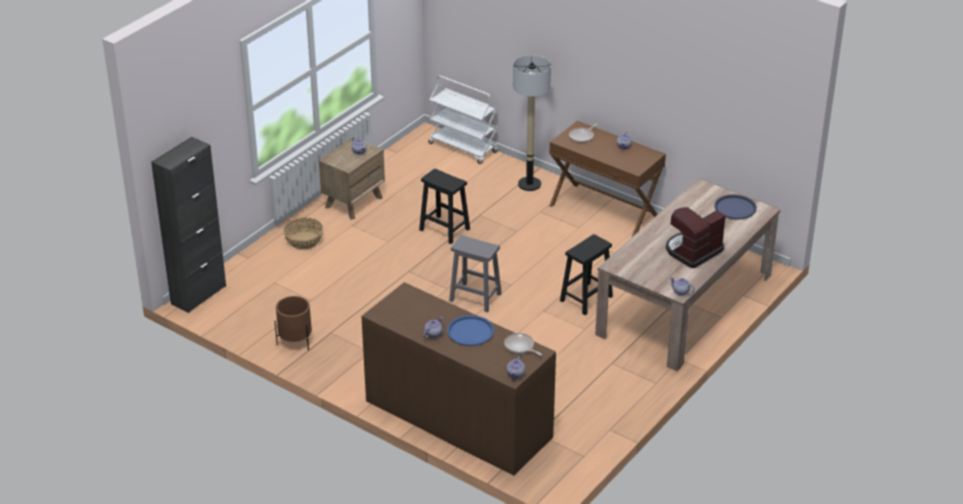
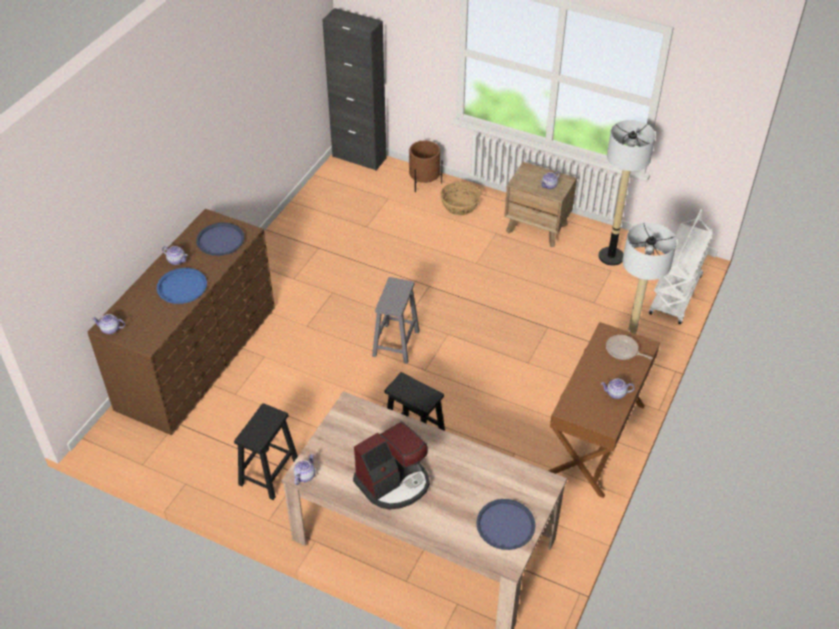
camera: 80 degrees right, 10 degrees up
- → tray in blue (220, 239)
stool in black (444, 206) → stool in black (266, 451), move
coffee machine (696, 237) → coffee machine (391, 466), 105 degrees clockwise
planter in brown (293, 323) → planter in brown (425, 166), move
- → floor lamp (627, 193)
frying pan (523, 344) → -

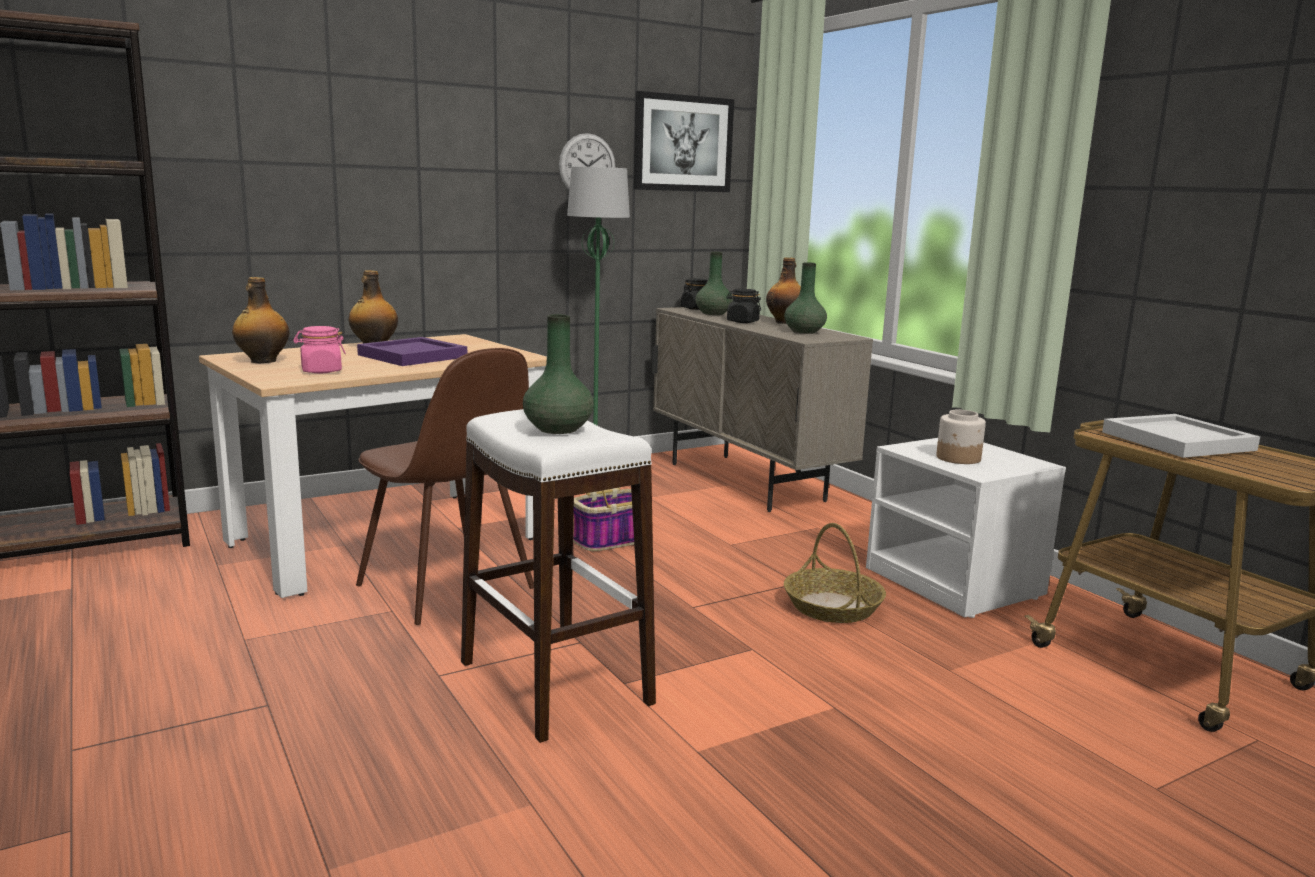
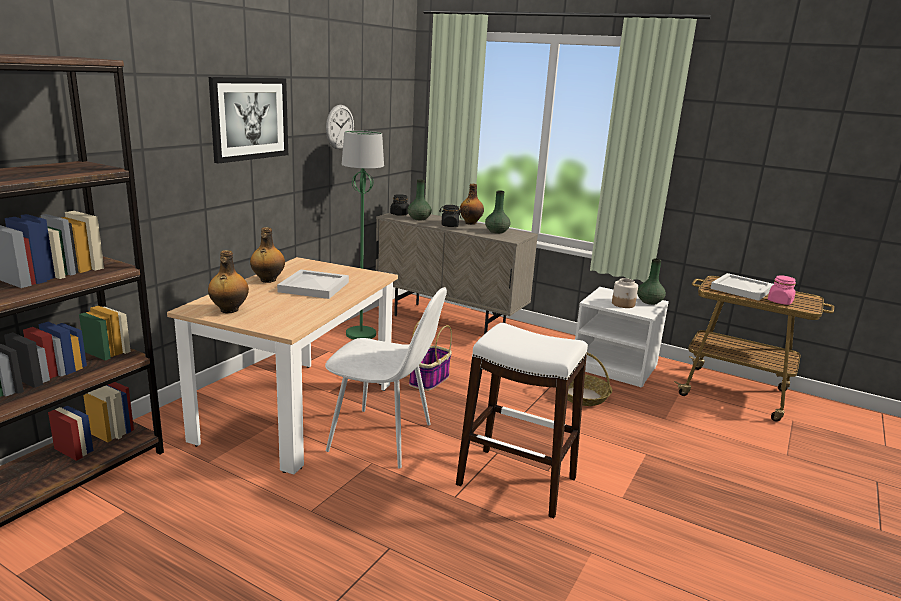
camera: 30 degrees left, 5 degrees up
picture (683, 141) → picture (248, 120), move
tray in purple (412, 351) → tray in white (313, 284)
chair in brown (445, 486) → chair in white (386, 378)
vase in green (558, 374) → vase in green (651, 281), move
jar in pink (319, 349) → jar in pink (782, 290), move

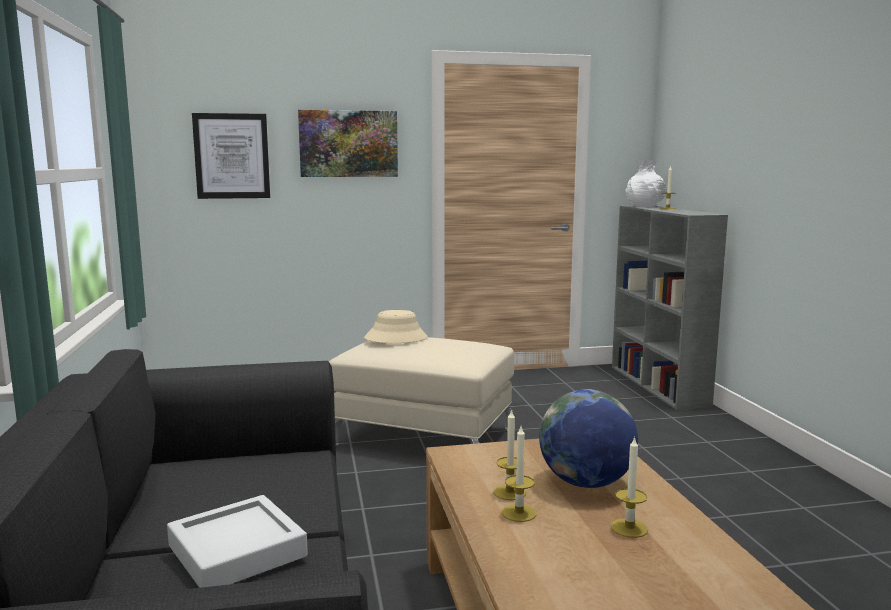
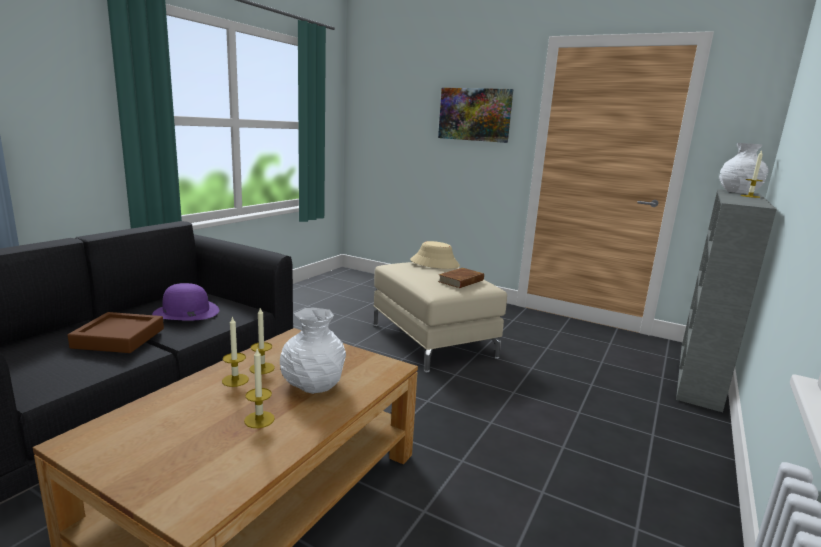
camera: 40 degrees right, 5 degrees up
tray in grey (237, 541) → tray in brown (116, 332)
- → hat in purple (185, 302)
globe (588, 438) → vase in white (313, 351)
- → book in brown (461, 278)
picture (231, 156) → -

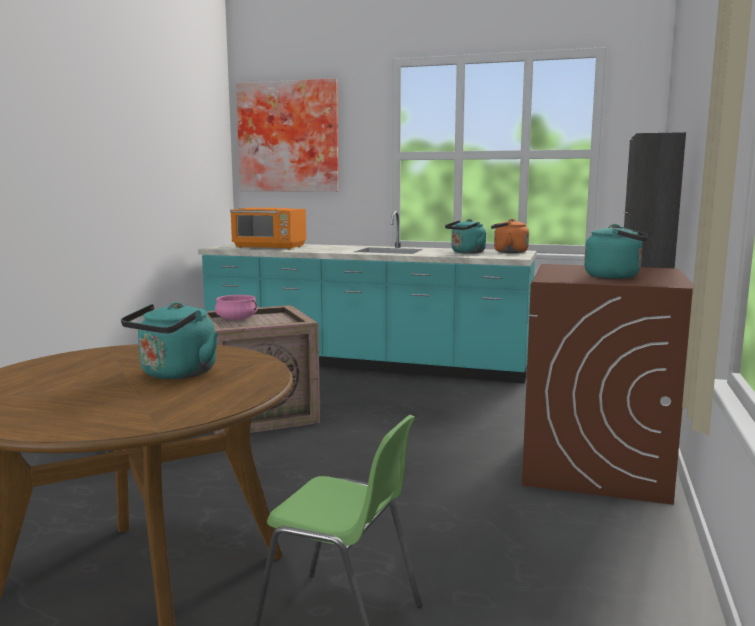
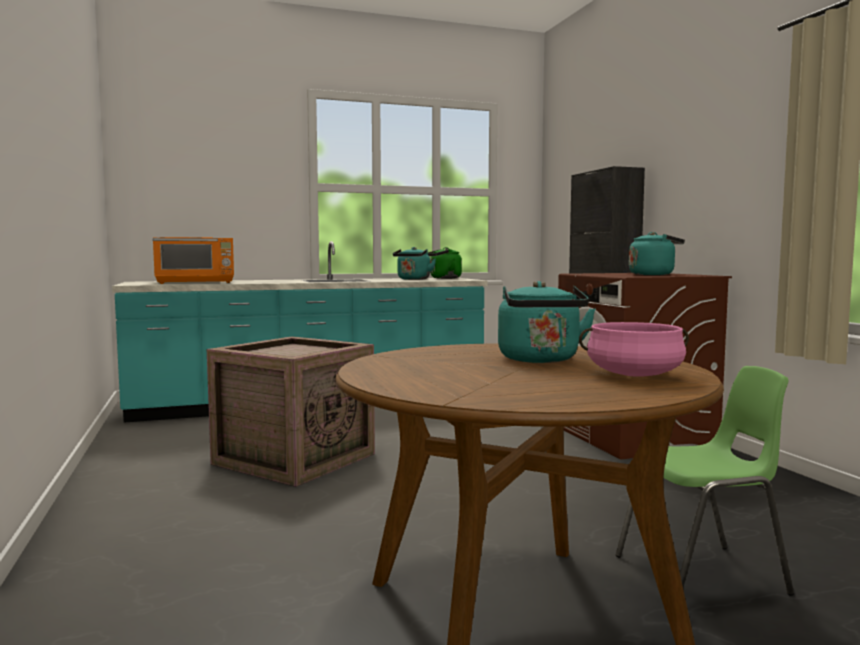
camera: 35 degrees left, 5 degrees down
kettle in orange (510, 236) → kettle in green (444, 263)
cooking pot in pink (236, 307) → cooking pot in pink (634, 349), move
picture (287, 135) → -

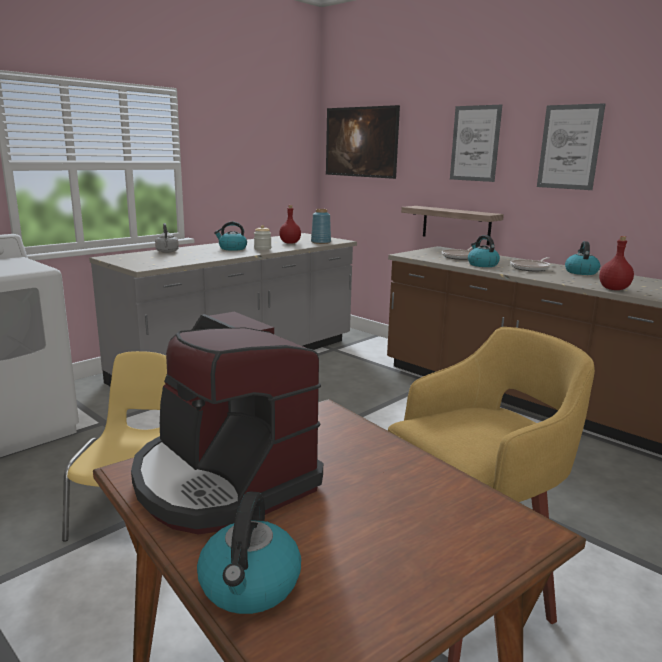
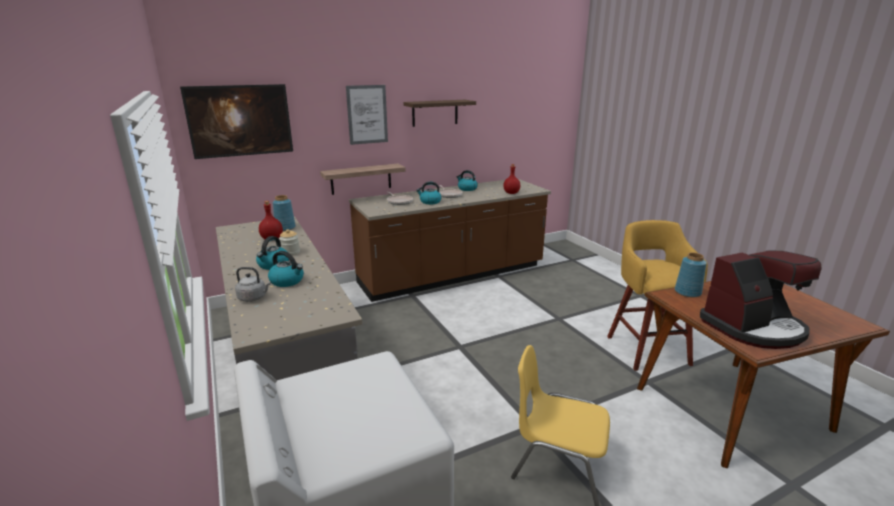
camera: 70 degrees left, 5 degrees up
kettle (249, 552) → kettle (286, 269), move
picture (571, 146) → shelf (440, 113)
- → vase in blue (691, 275)

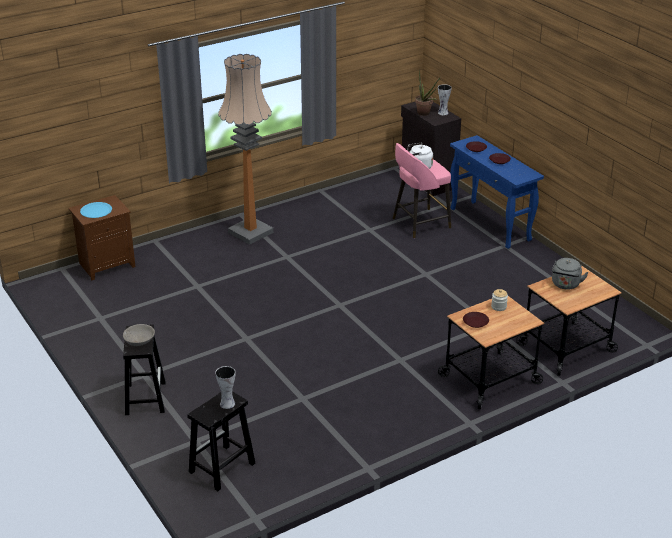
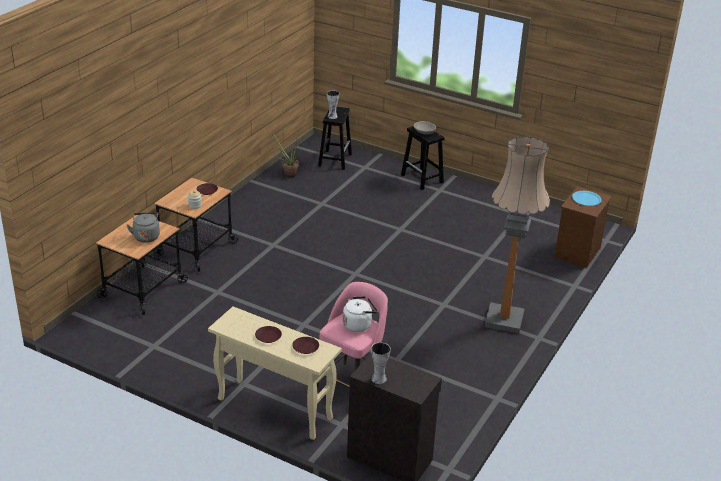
camera: 150 degrees right, 0 degrees up
console table in blue (497, 192) → console table in beige (275, 373)
potted plant (428, 92) → potted plant (285, 155), move

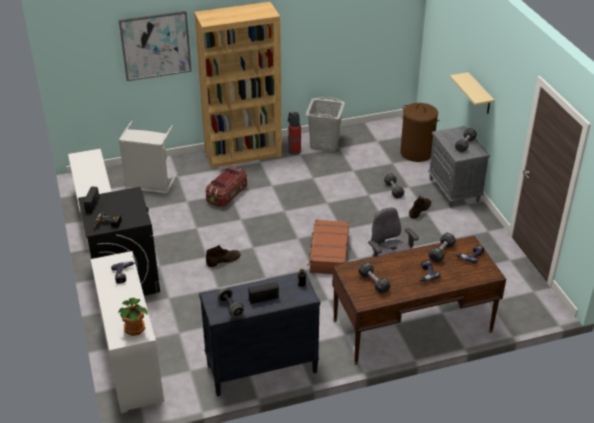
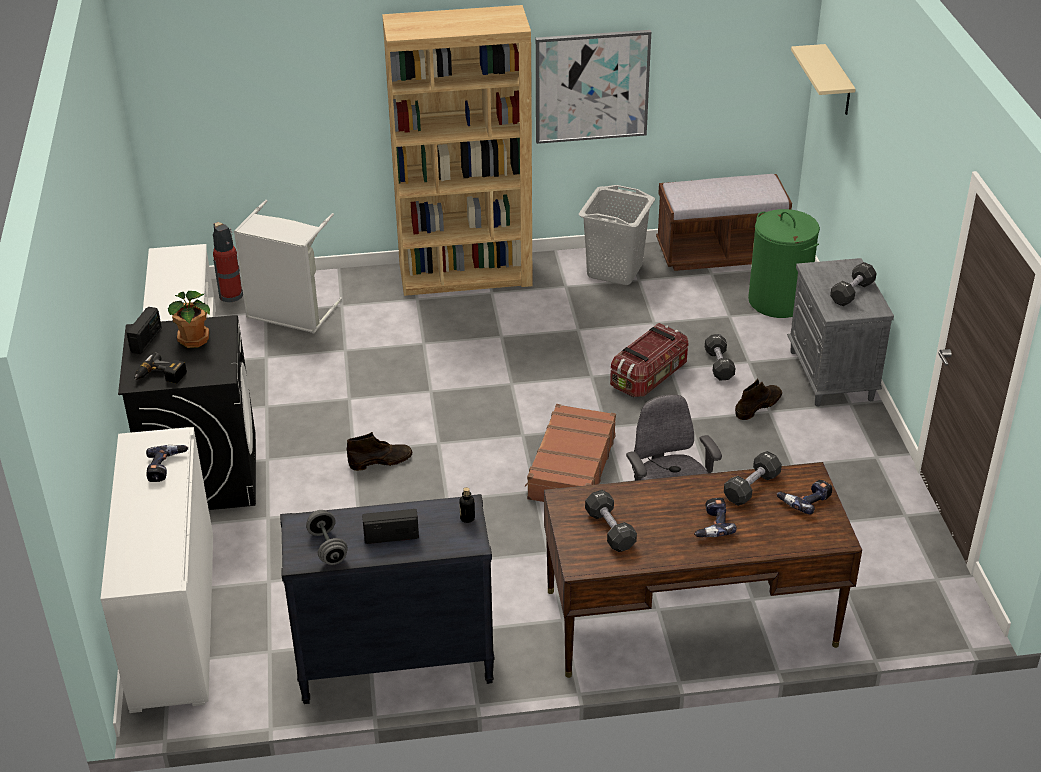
camera: 10 degrees right, 0 degrees up
potted plant (133, 317) → potted plant (189, 319), move
fire extinguisher (294, 133) → fire extinguisher (228, 262), move
picture (155, 46) → picture (593, 87), move
storage box (226, 186) → storage box (649, 360), move
- → bench in brown (724, 222)
laundry basket in brown (419, 132) → laundry basket in green (784, 263)
shelf in beige (472, 93) → shelf in beige (823, 79), move

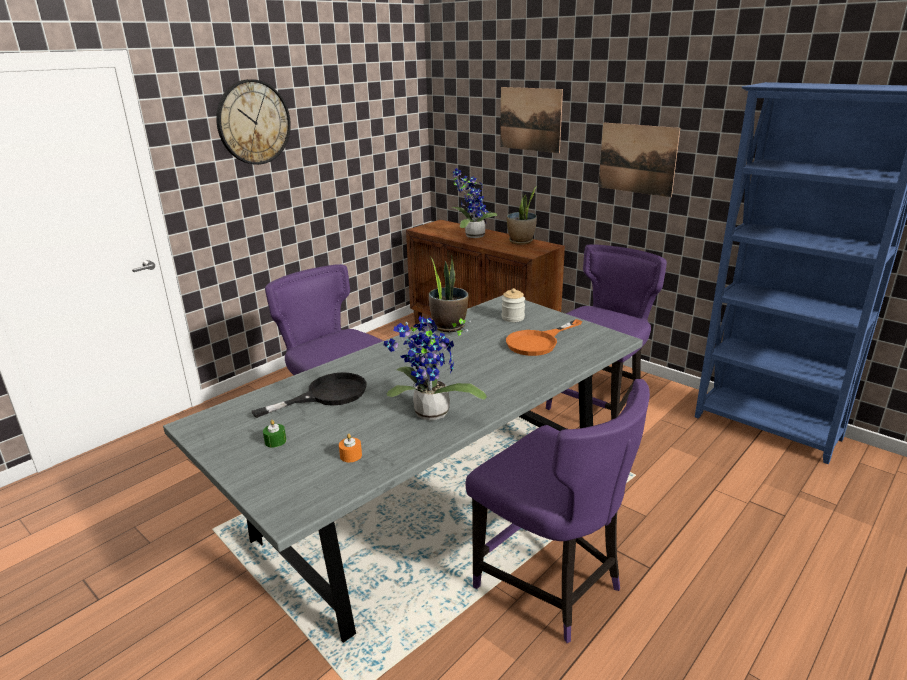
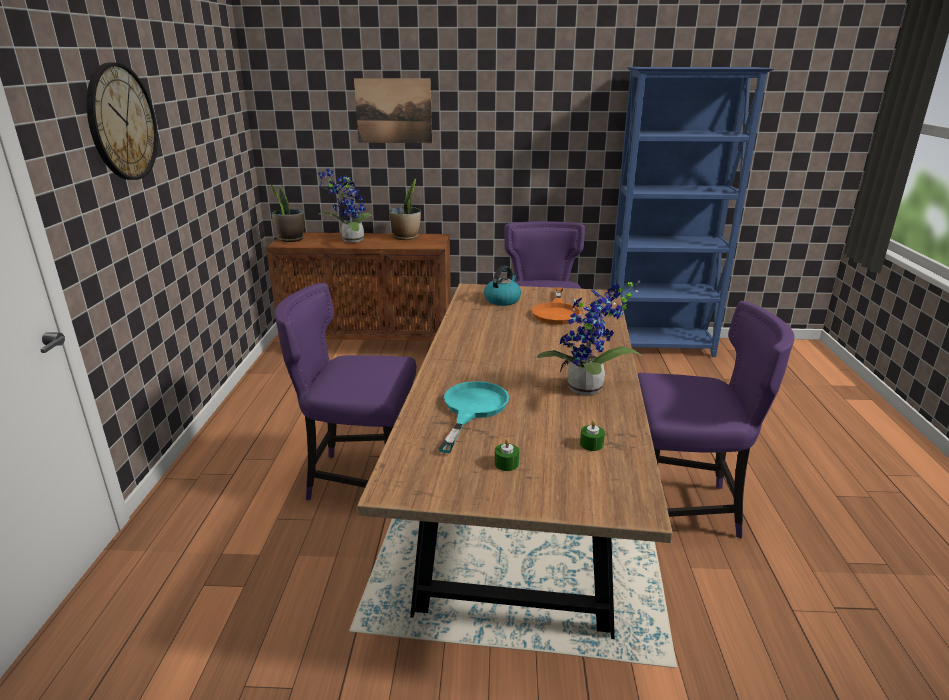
camera: 40 degrees left, 0 degrees up
potted plant (448, 293) → potted plant (287, 212), move
dining table in grey (403, 469) → dining table in brown (515, 461)
frying pan in black (309, 395) → frying pan in turquoise (473, 417)
jar (513, 305) → kettle (502, 286)
candle in orange (350, 447) → candle in green (592, 435)
picture (639, 160) → -

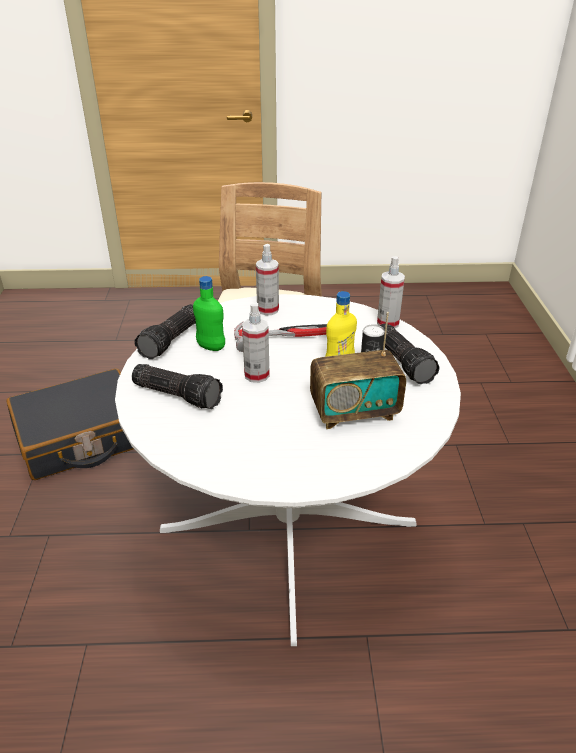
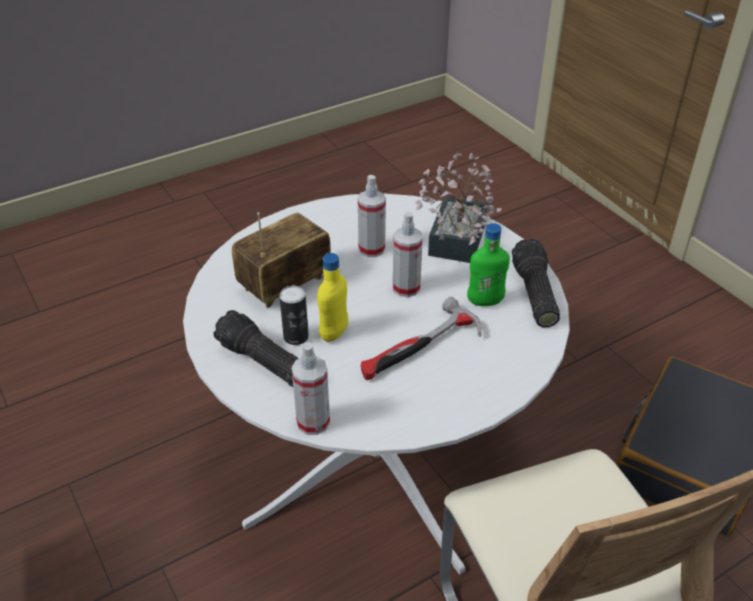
camera: 150 degrees right, 5 degrees up
spray bottle (267, 279) → spray bottle (372, 216), move
flashlight (177, 386) → potted plant (458, 208)

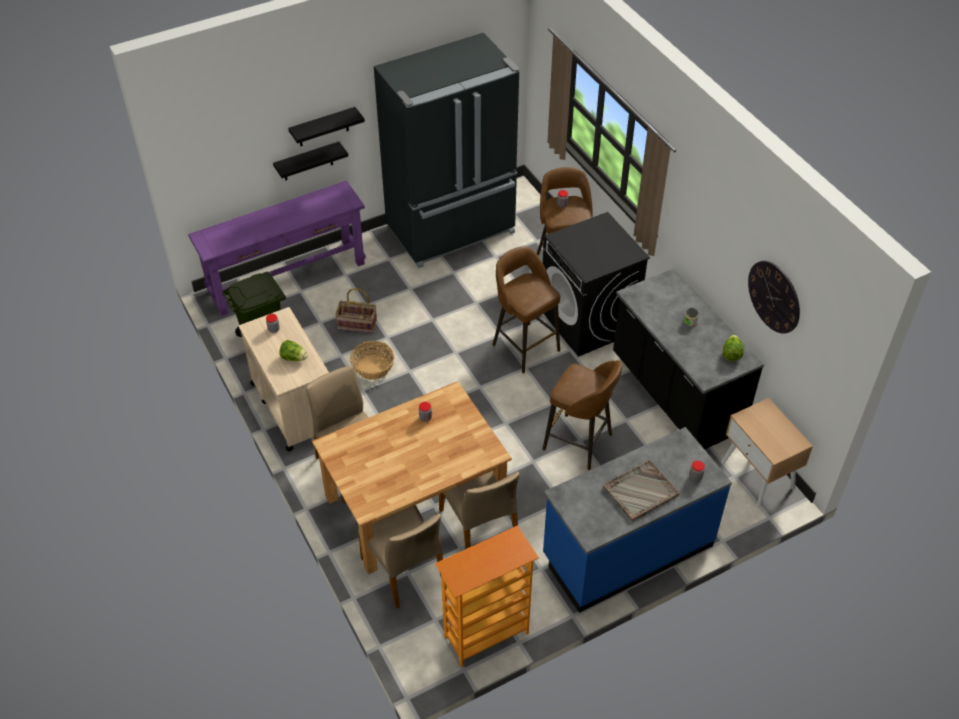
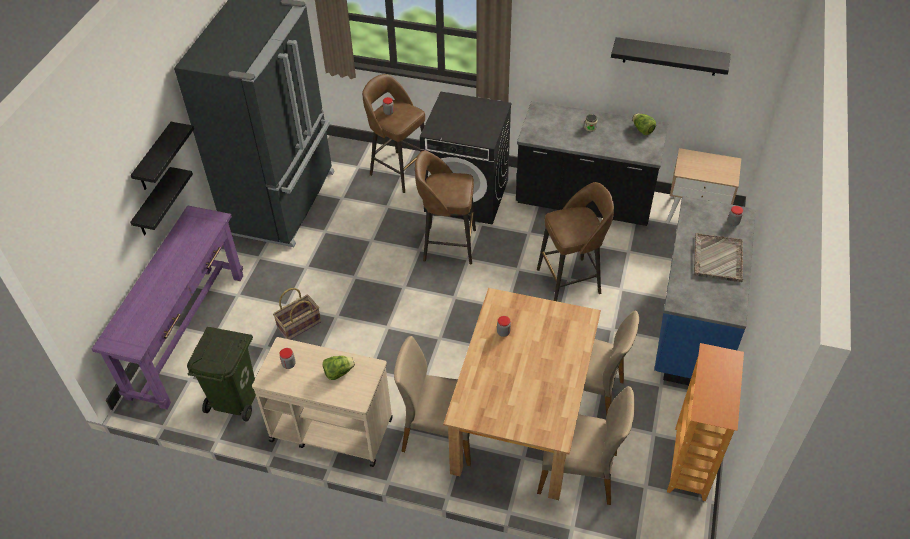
camera: 45 degrees left, 0 degrees up
wall clock (774, 297) → shelf in black (671, 56)
basket (372, 360) → -

